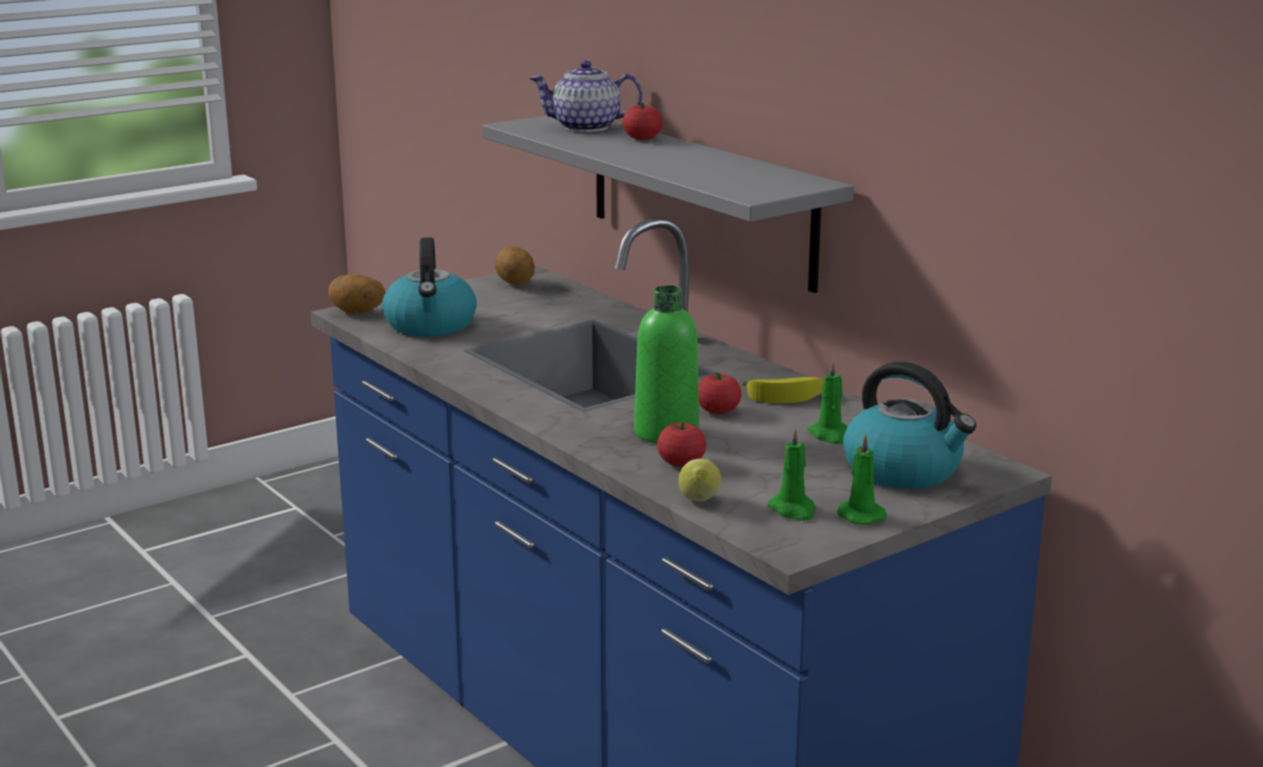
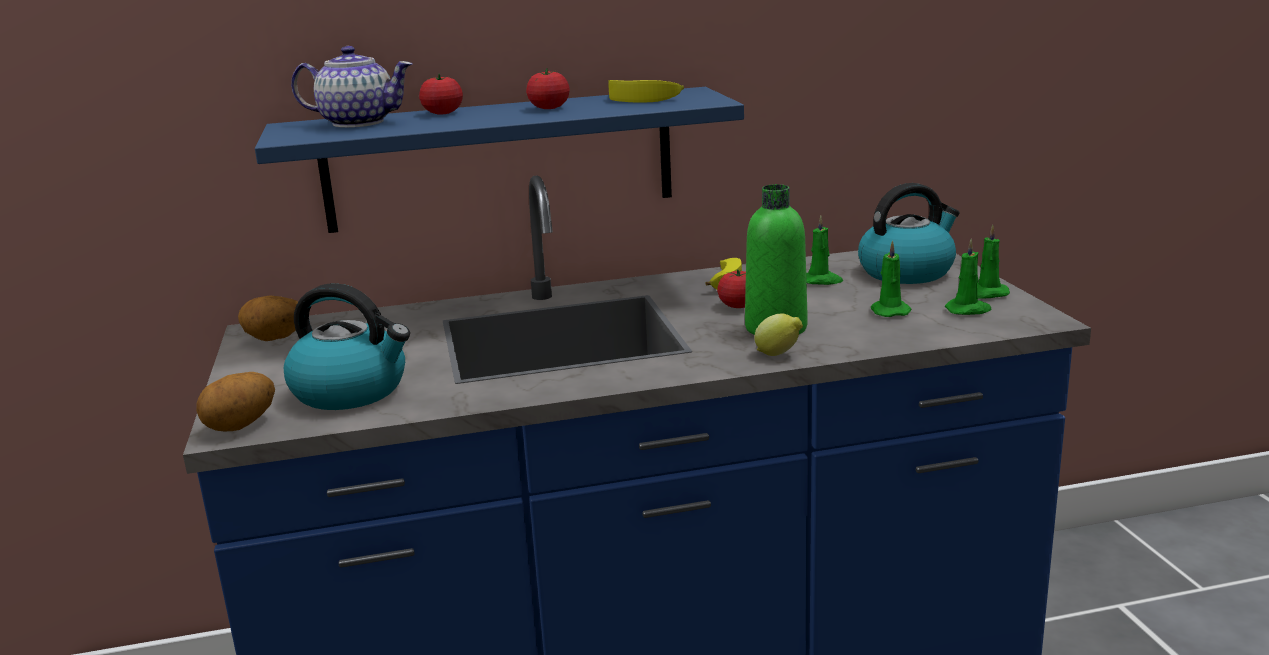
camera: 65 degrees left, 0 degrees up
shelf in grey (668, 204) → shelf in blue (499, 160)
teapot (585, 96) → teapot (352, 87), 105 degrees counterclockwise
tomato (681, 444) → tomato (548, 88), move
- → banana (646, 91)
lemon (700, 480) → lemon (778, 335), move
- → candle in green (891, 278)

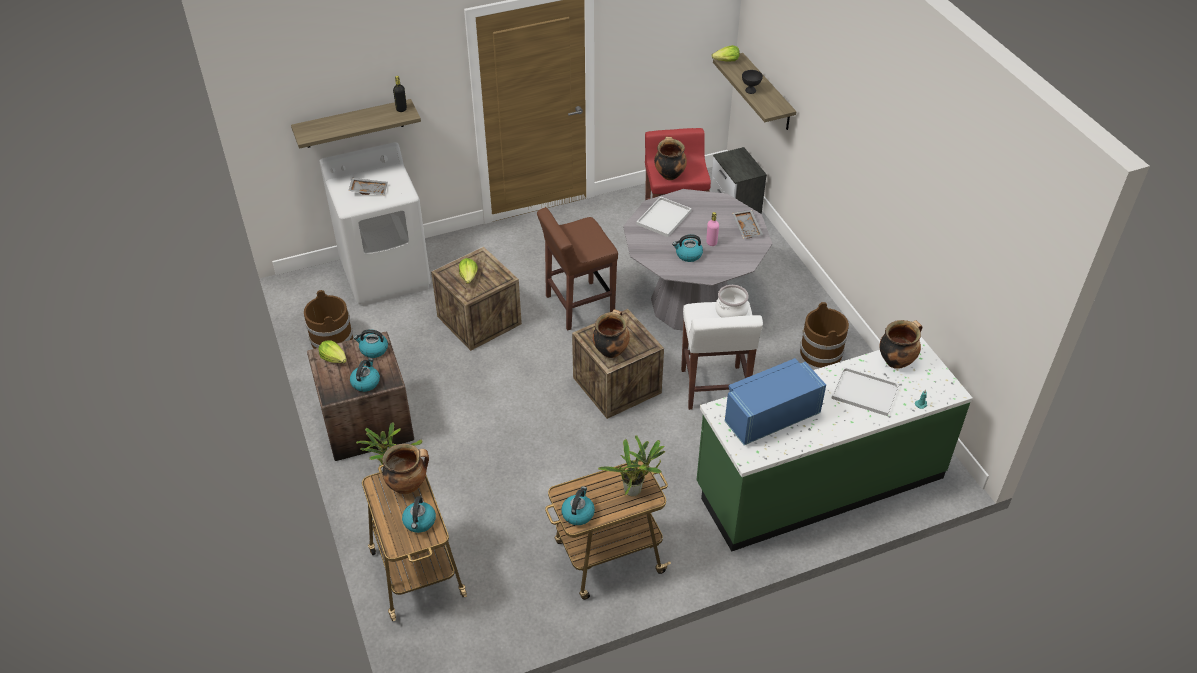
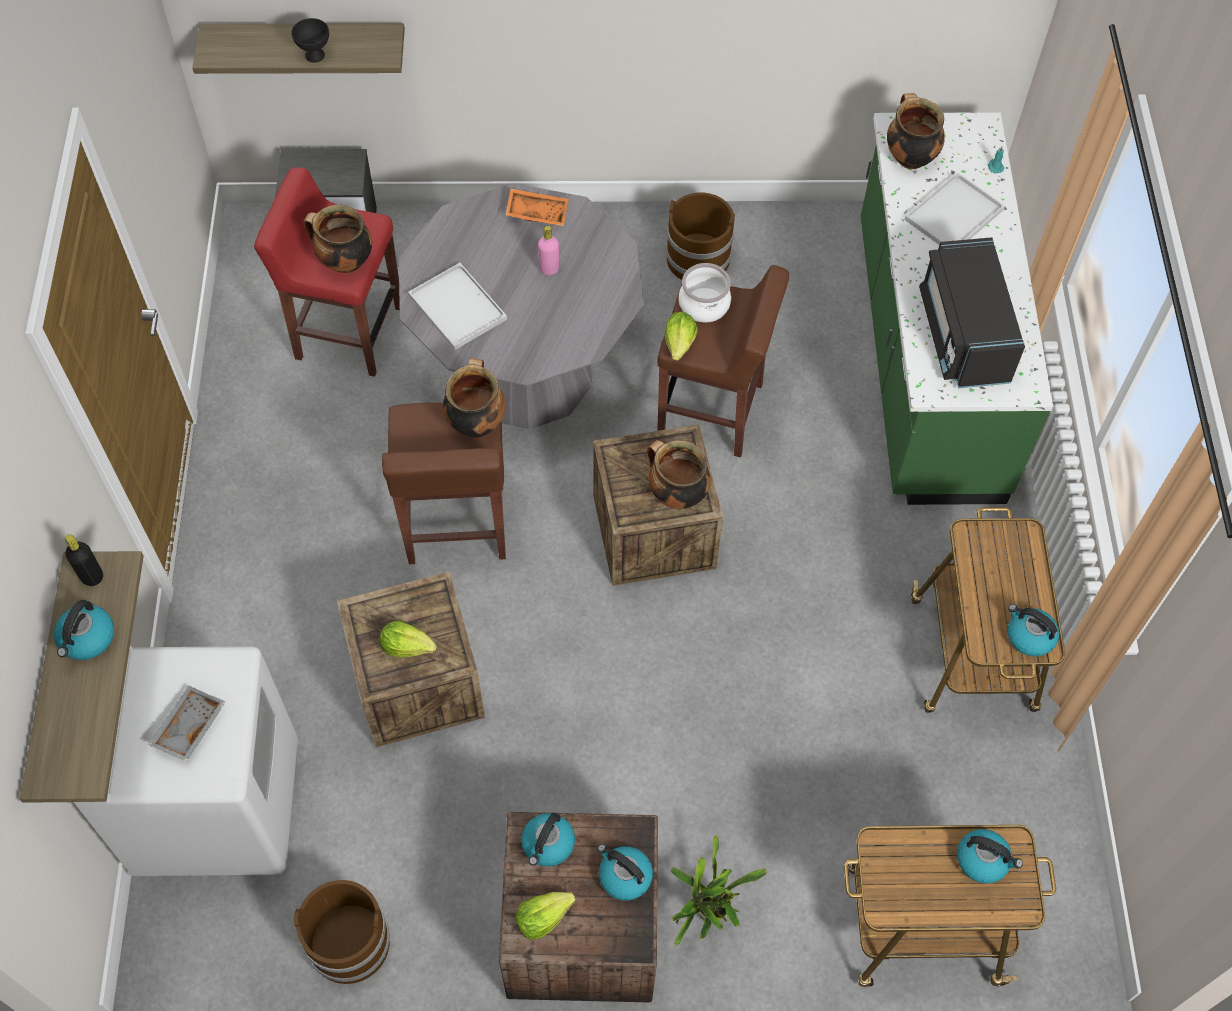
camera: 70 degrees left, 15 degrees up
kettle (687, 248) → kettle (84, 630), move
cooking pot (405, 469) → cooking pot (474, 397), move
tray in grey (747, 224) → tray in orange (537, 207)
stool in white (722, 356) → stool in brown (723, 361)
lettuce (726, 53) → lettuce (681, 336), move
microwave in blue (775, 401) → microwave in black (972, 312)
potted plant (631, 466) → -

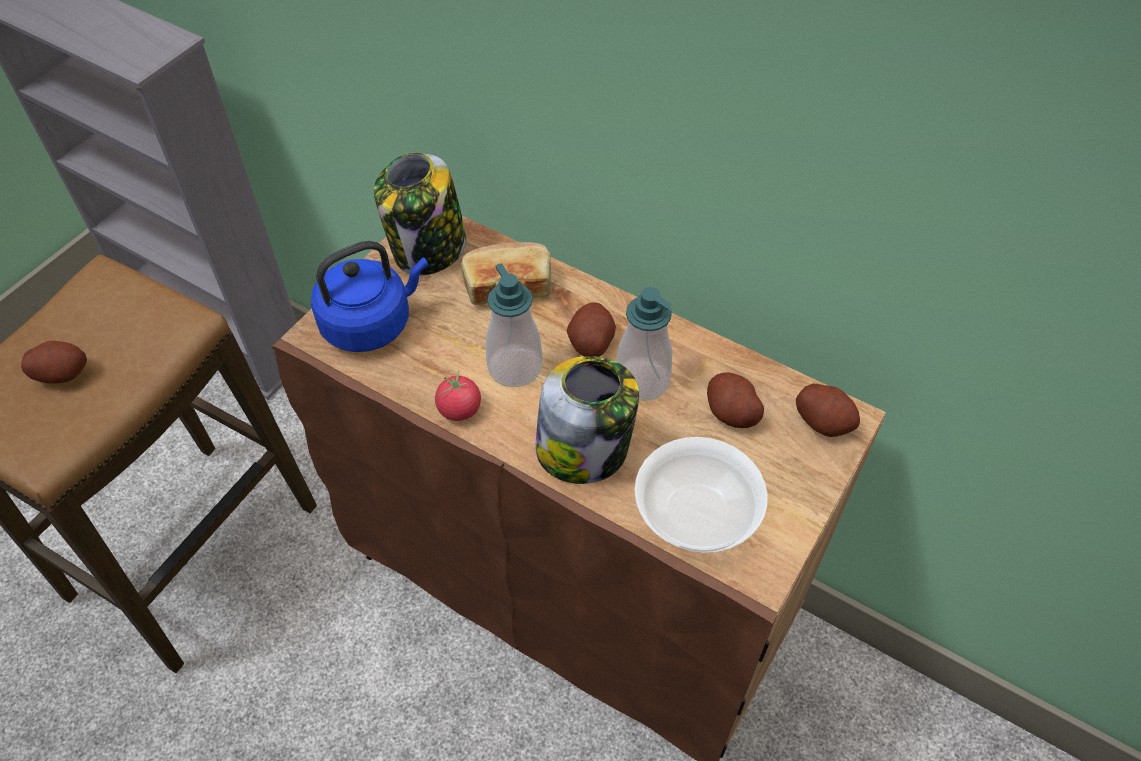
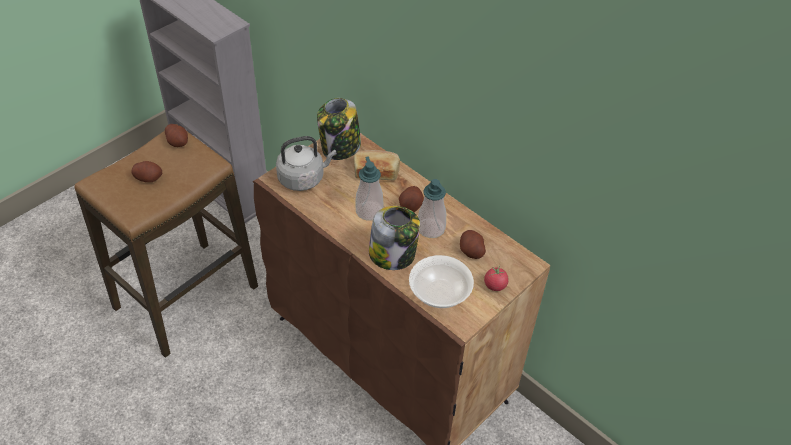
camera: 10 degrees right, 5 degrees down
potato (828, 410) → potato (176, 135), move
kettle in blue (369, 296) → kettle in grey (306, 163)
tomato (458, 395) → tomato (496, 278), move

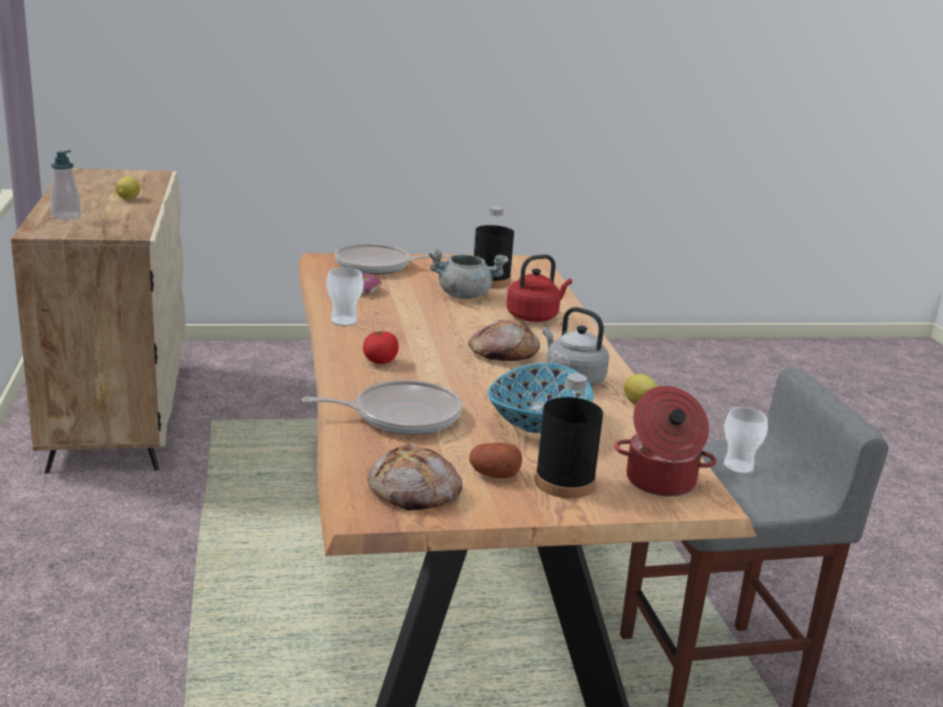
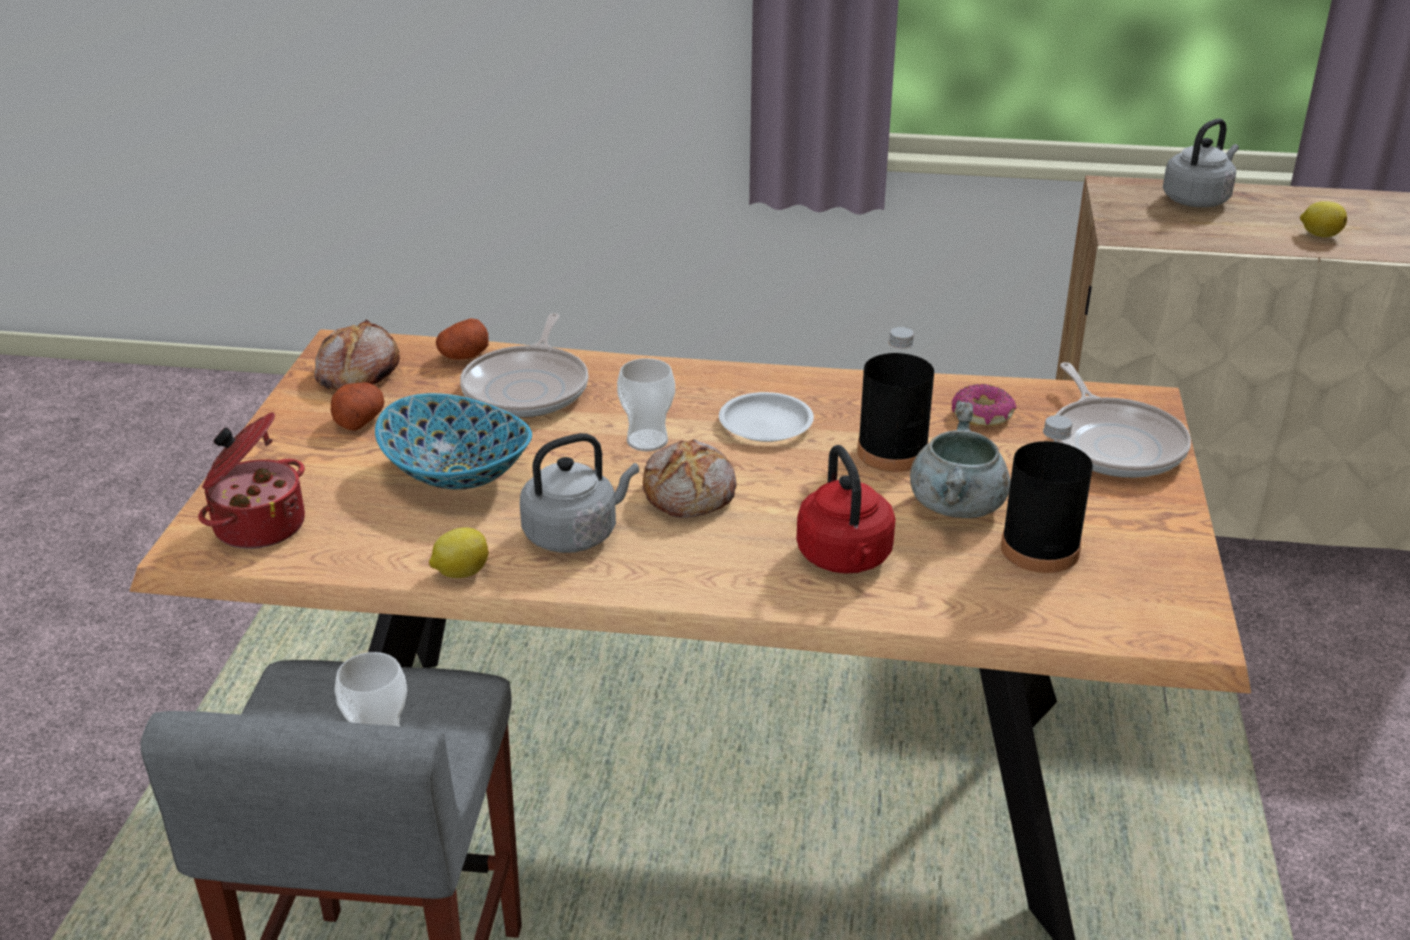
camera: 110 degrees right, 10 degrees up
- → potato (462, 339)
cup (345, 296) → cup (646, 404), move
- → plate in white (766, 417)
bottle in black (569, 435) → bottle in black (895, 399), move
frying pan (391, 258) → frying pan (1122, 420), 150 degrees clockwise
soap dispenser (65, 185) → kettle in grey (1201, 163)
tomato (381, 347) → -

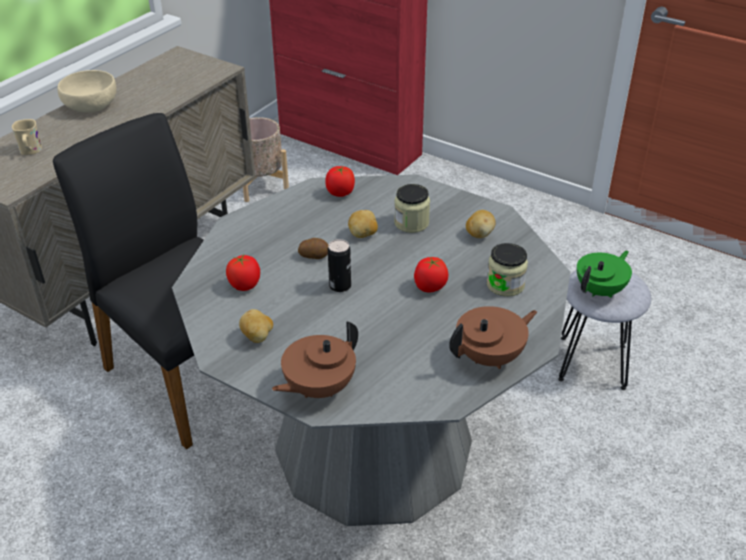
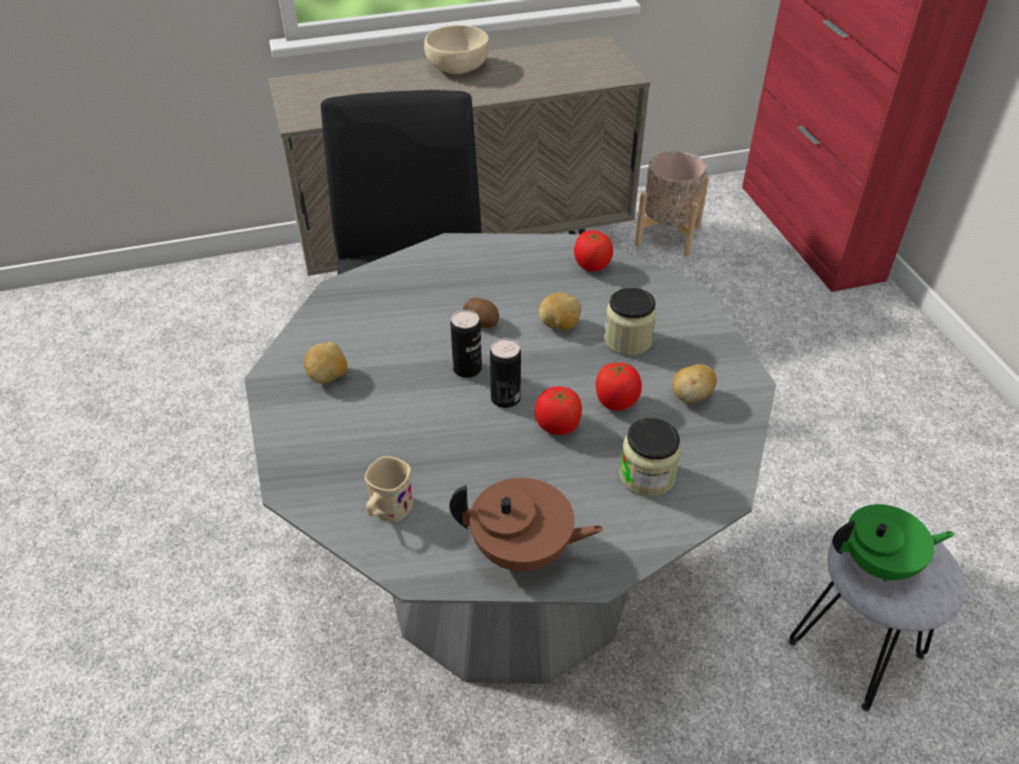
camera: 40 degrees right, 5 degrees up
mug in beige (27, 137) → mug in beige (389, 489), move
- → can (505, 373)
tomato (243, 273) → tomato (619, 386), move
teapot in brown (315, 359) → -

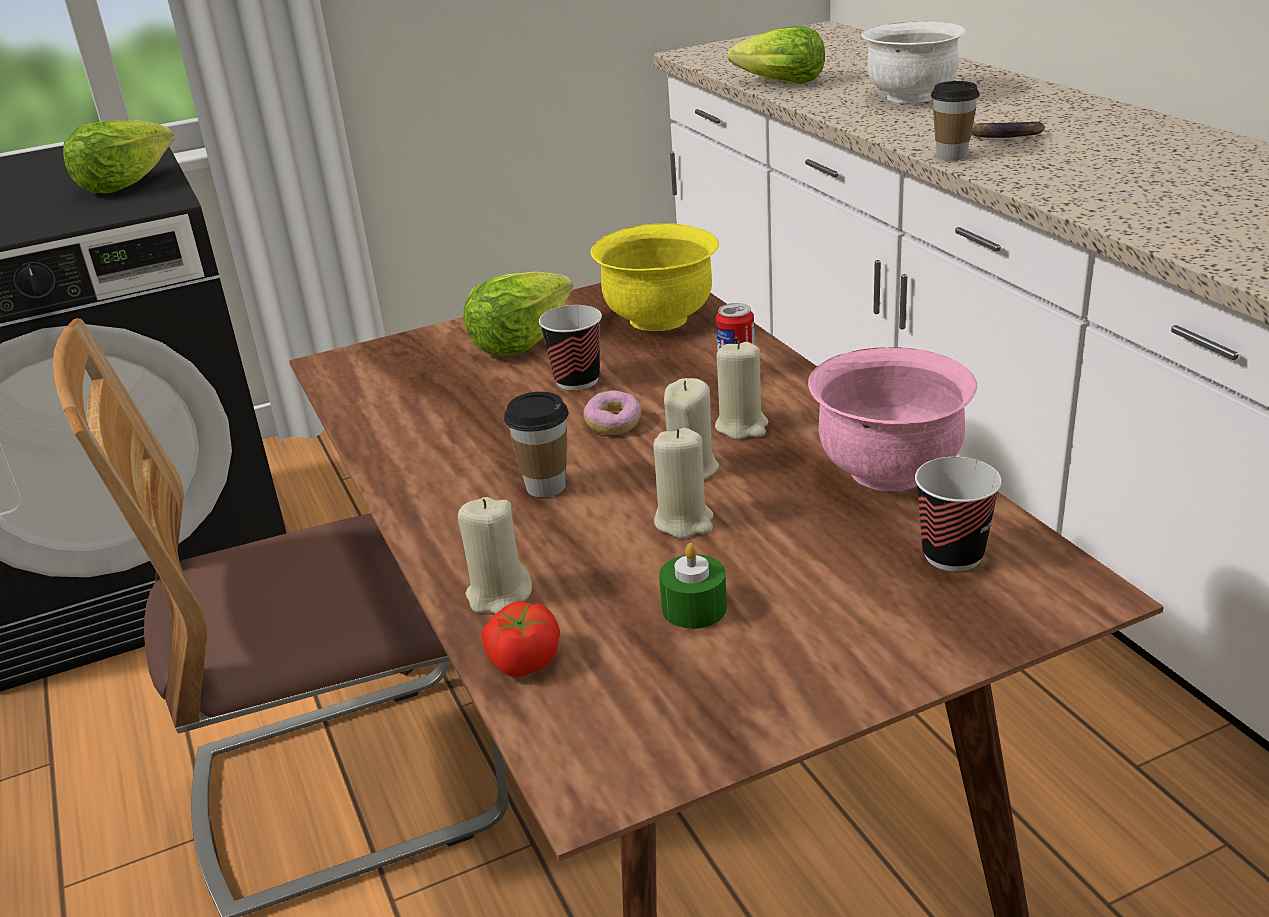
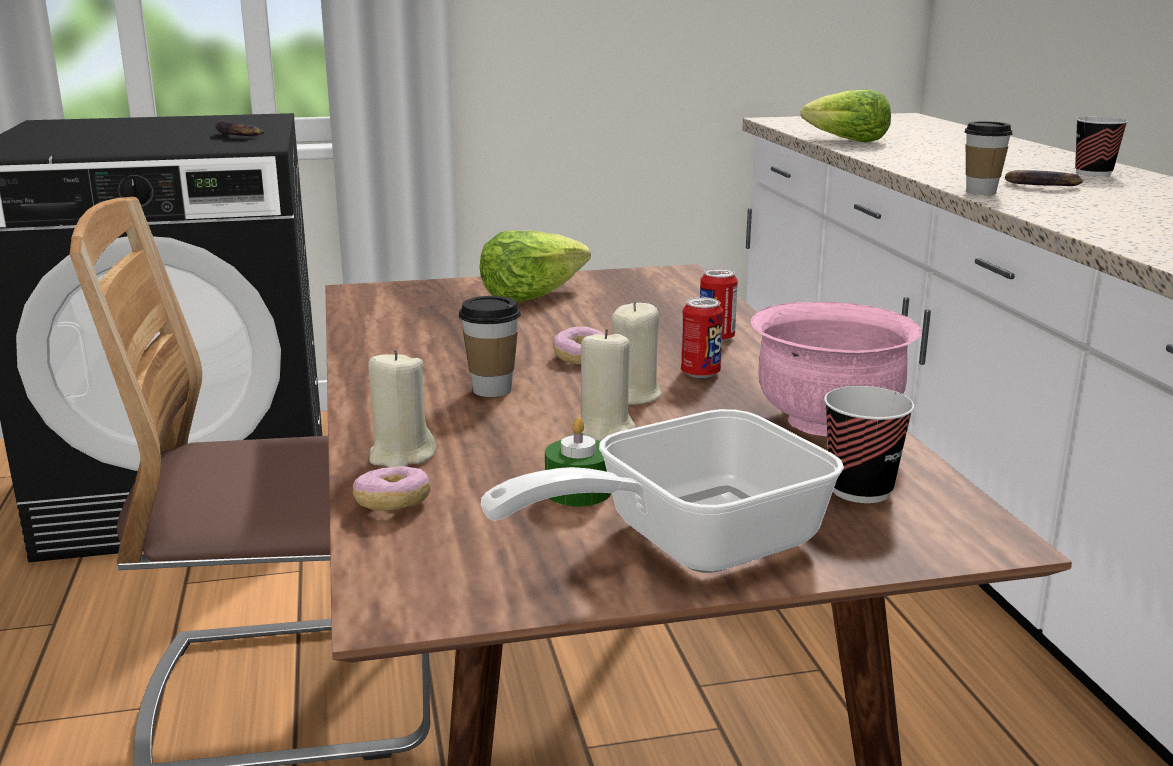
camera: 10 degrees right, 10 degrees down
lettuce (118, 156) → banana (239, 128)
tomato (520, 639) → donut (392, 488)
- → frying pan (662, 491)
candle in beige (742, 390) → can (702, 337)
cup (570, 347) → cup (1101, 146), move
bowl in yellow (655, 277) → -
bowl in white (913, 62) → -

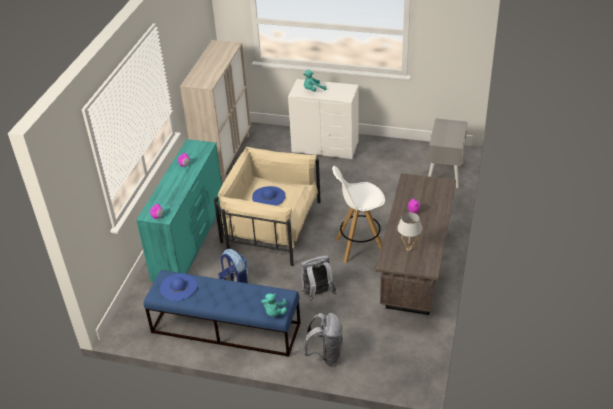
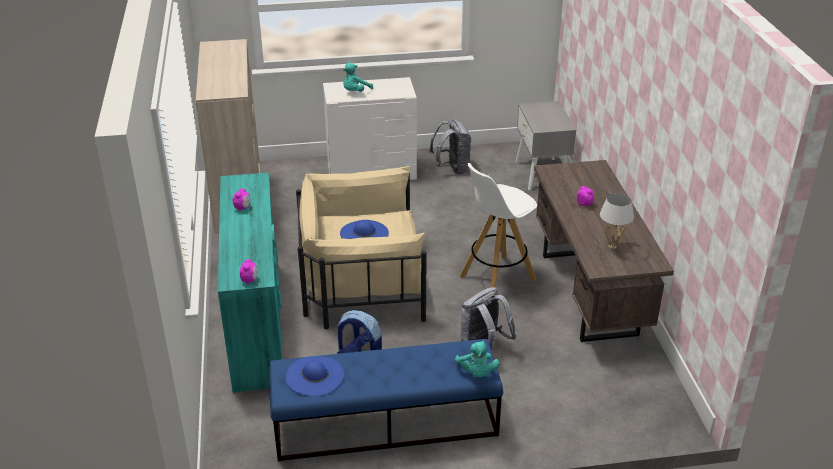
camera: 25 degrees left, 5 degrees down
backpack in grey (323, 339) → backpack in grey (450, 146), move

